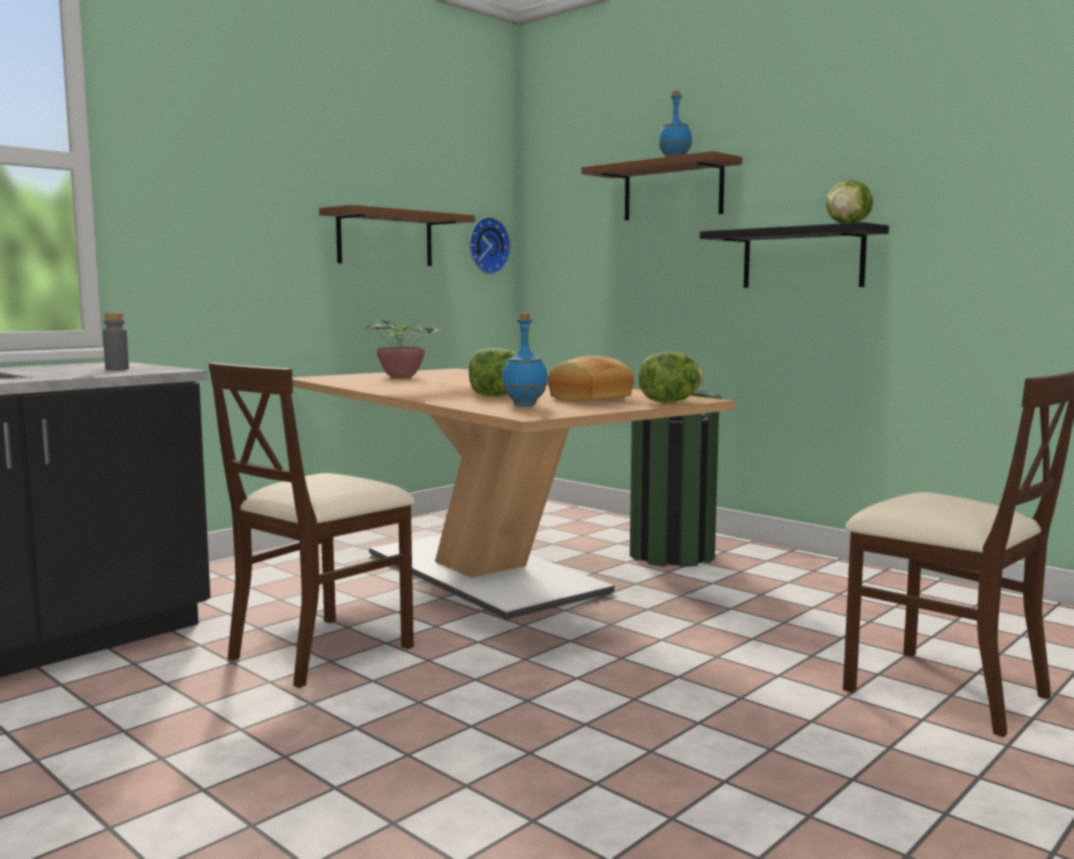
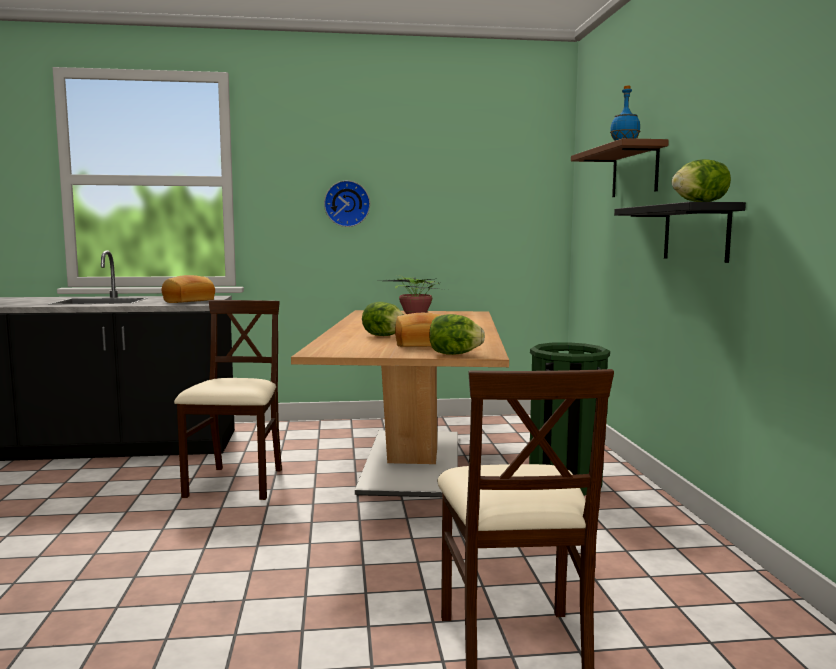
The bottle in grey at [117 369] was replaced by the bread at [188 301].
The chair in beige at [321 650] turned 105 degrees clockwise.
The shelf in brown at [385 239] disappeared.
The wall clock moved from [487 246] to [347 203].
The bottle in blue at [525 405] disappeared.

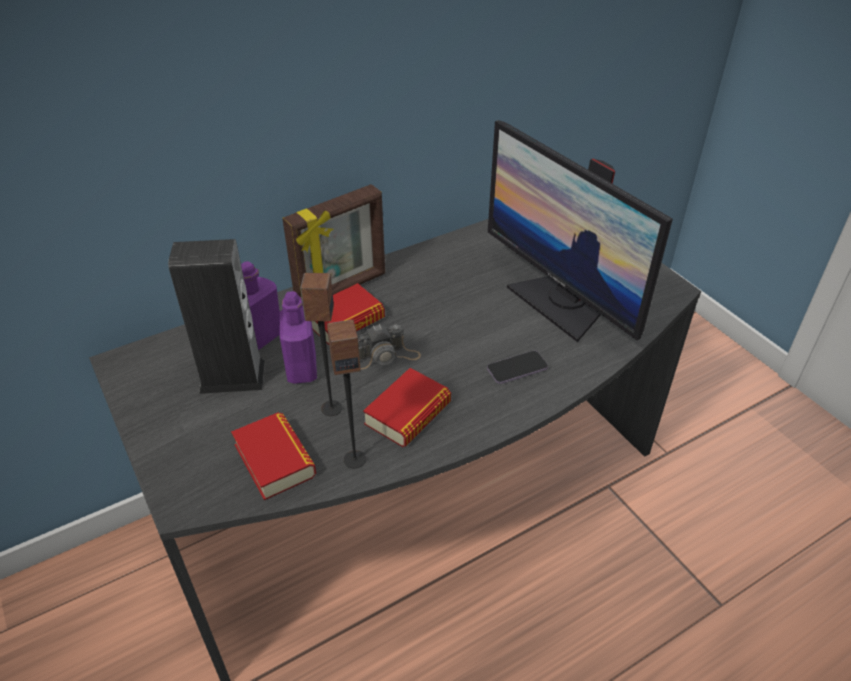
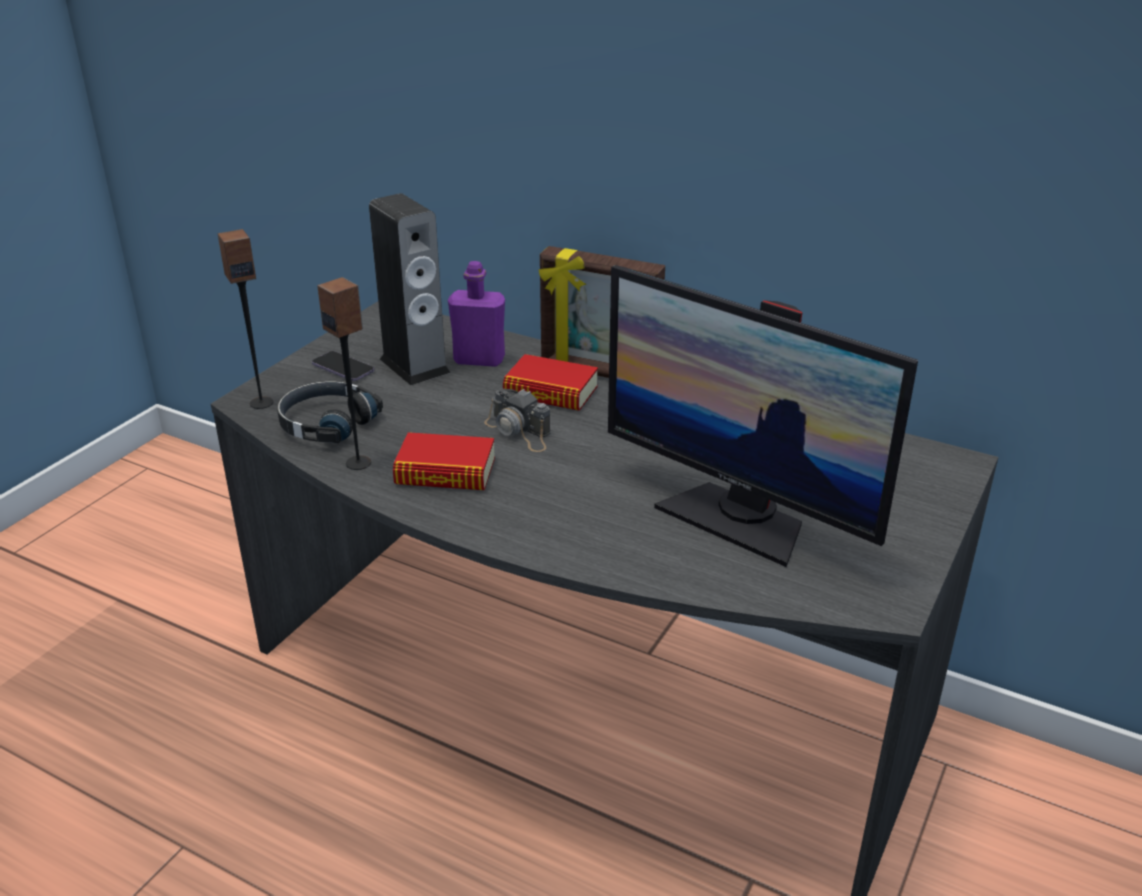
The book at [274 460] was replaced by the headphones in black at [326 423].
The bottle in purple at [302 369] disappeared.
The speaker moved from [331 408] to [261 402].
The phone moved from [517 369] to [343 368].
The monitor at [560 303] turned 75 degrees counterclockwise.

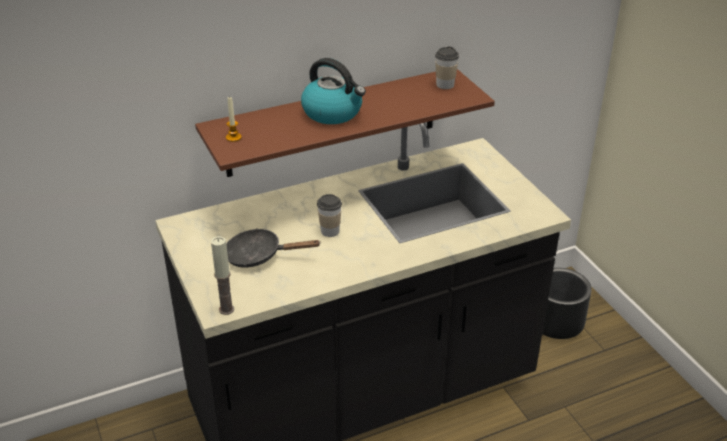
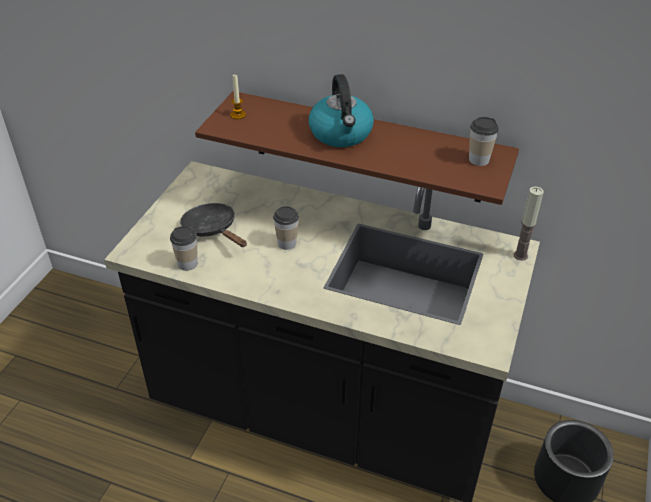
The candle moved from [226 309] to [520 255].
The cup at [187 264] appeared.

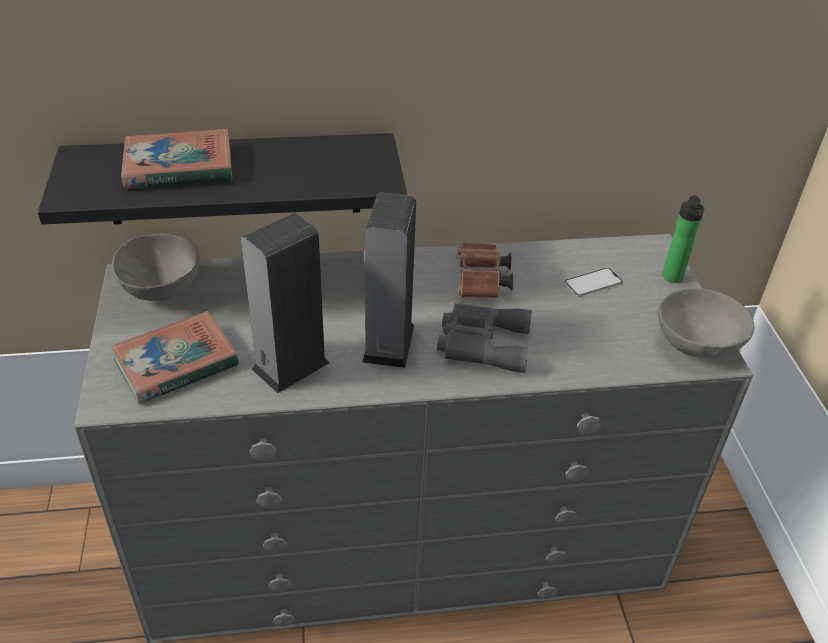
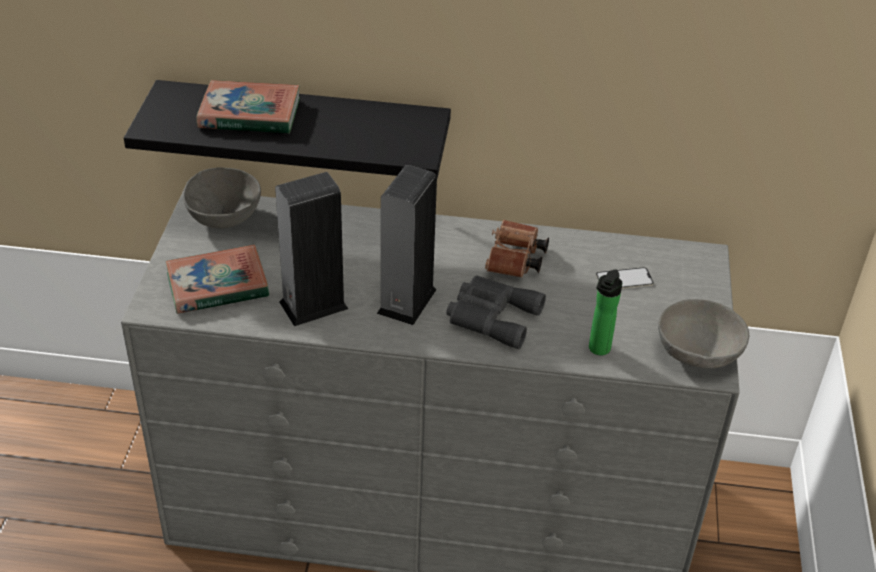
The bottle moved from [672 278] to [598 350].

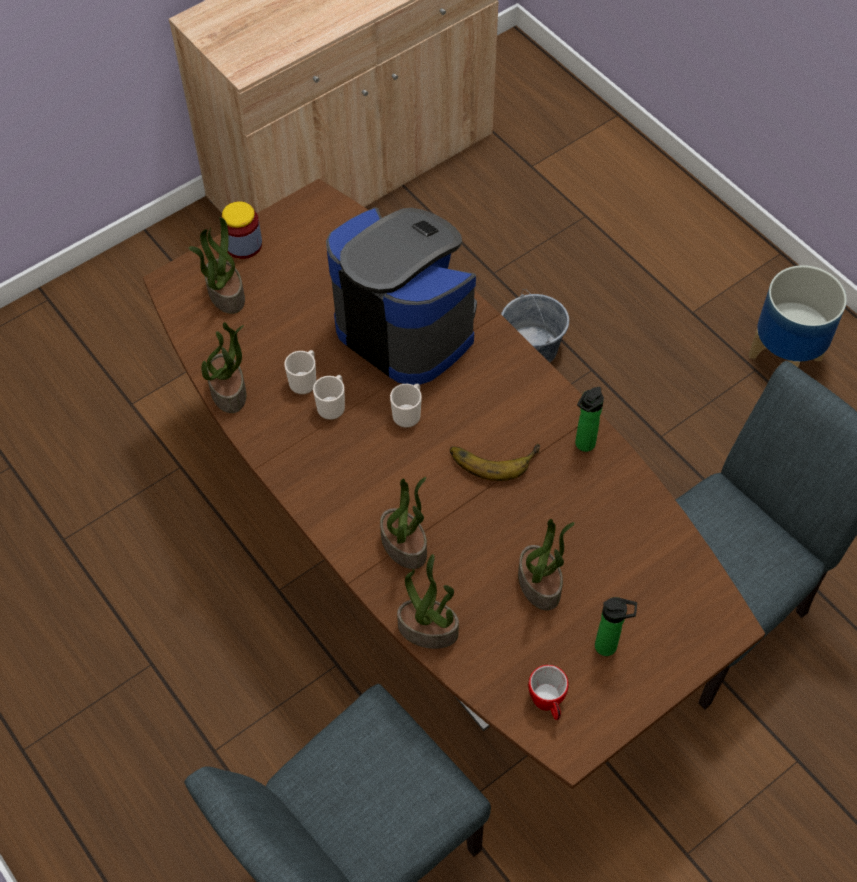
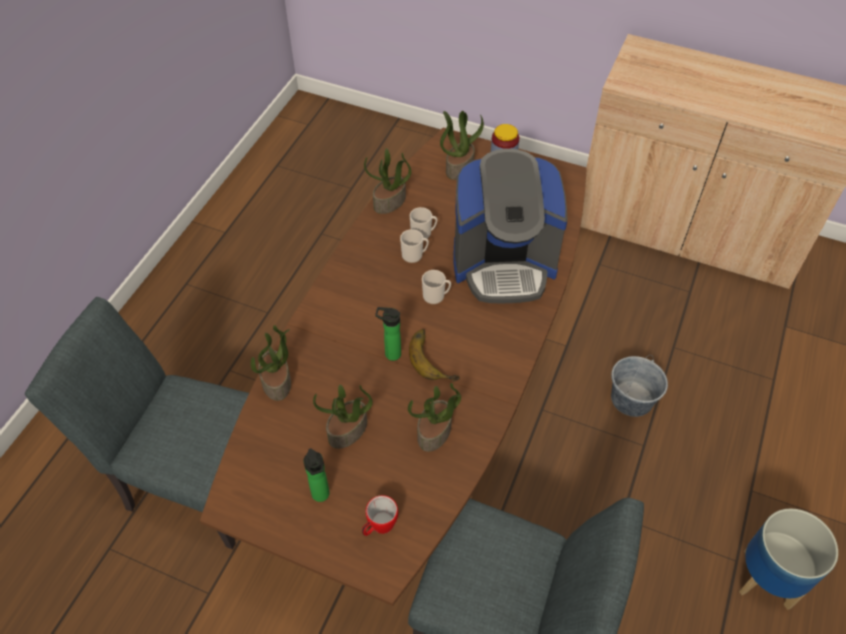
The coffee machine at [406 327] turned 75 degrees clockwise.
The potted plant moved from [405 545] to [435 432].
The mug moved from [548 703] to [379 526].
The bottle moved from [583 445] to [390 354].

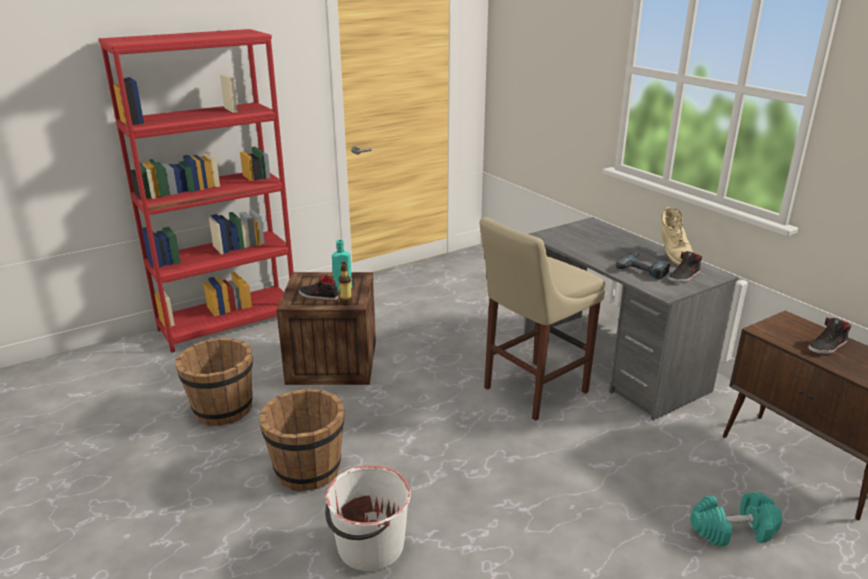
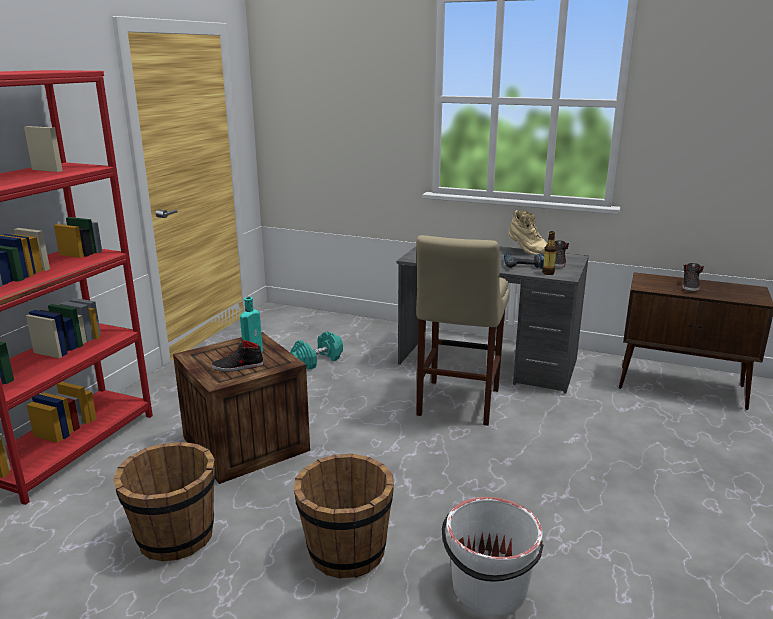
The bottle moved from [346 302] to [548 273].
The dumbbell in turquoise moved from [732 531] to [317 361].

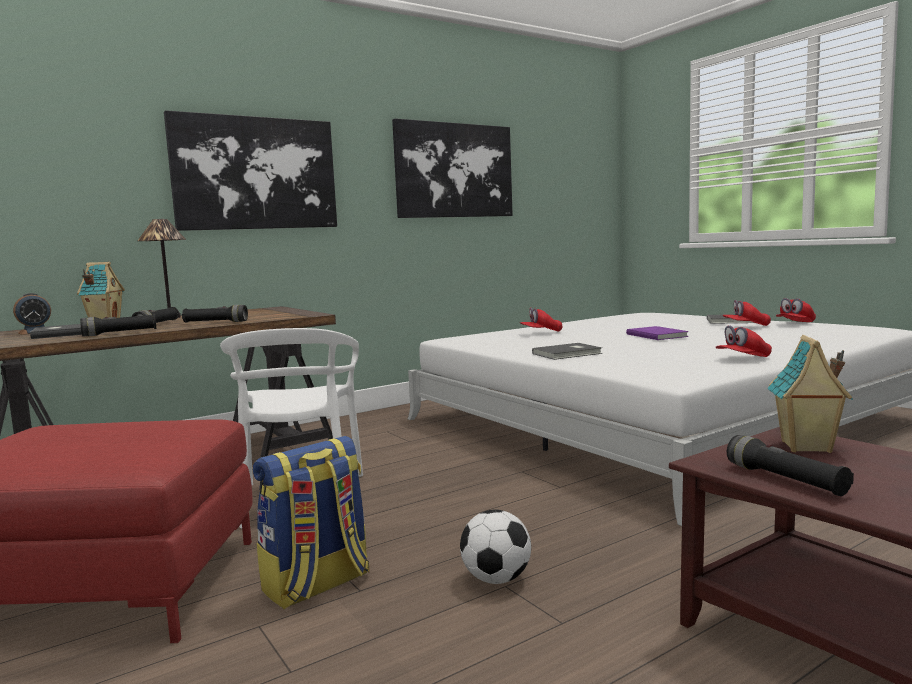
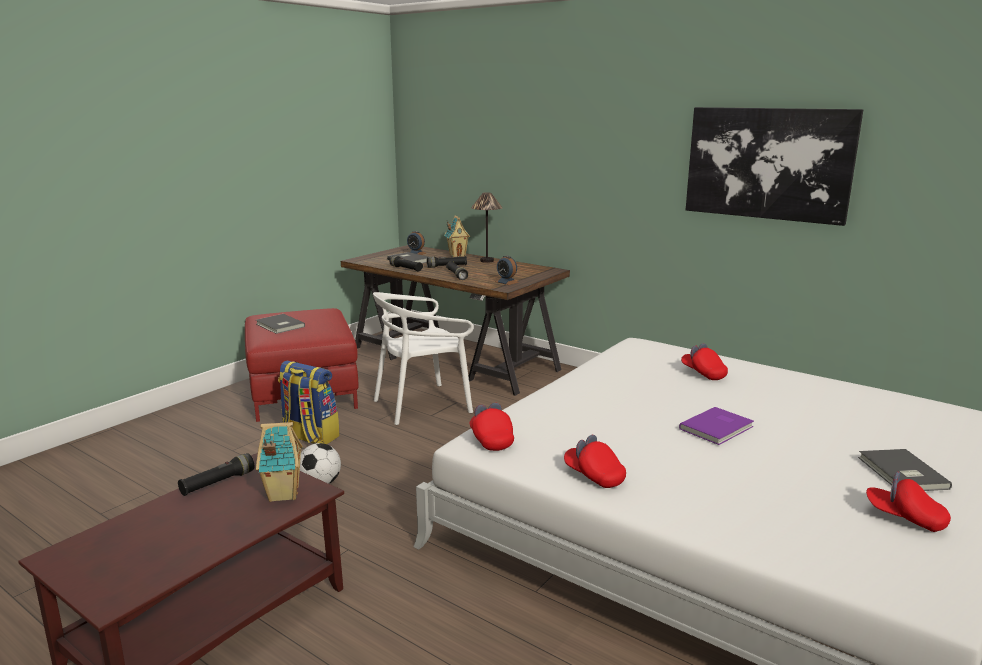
The picture at [255 173] disappeared.
The book in grey moved from [568 353] to [279 326].
The cap in red moved from [746 326] to [491 439].
The alarm clock at [506 282] appeared.

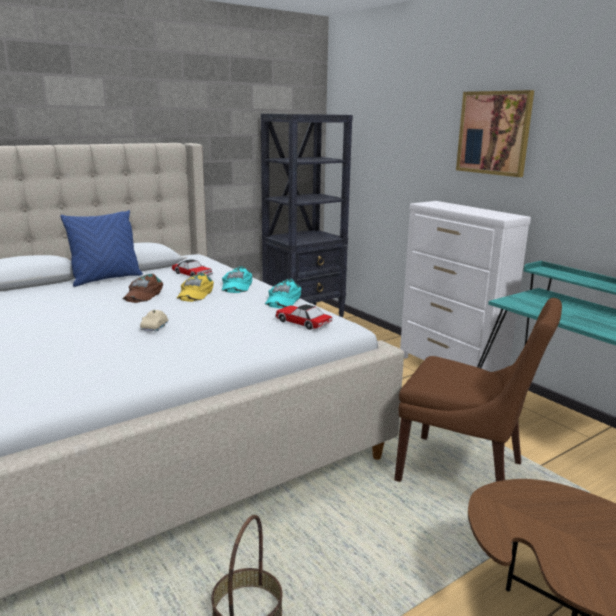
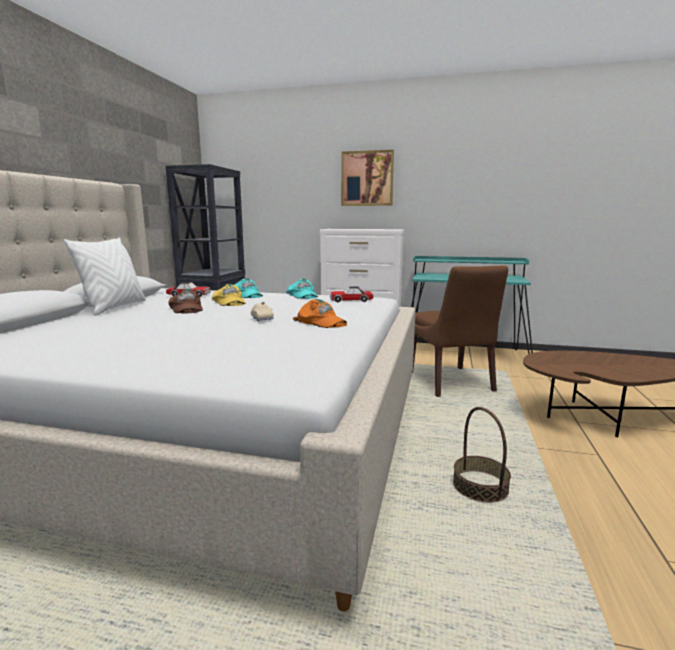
The pillow in blue at [106 279] became the pillow in white at [114 308].
The chair in brown at [465 473] turned 90 degrees clockwise.
The cap in orange at [321 322] appeared.

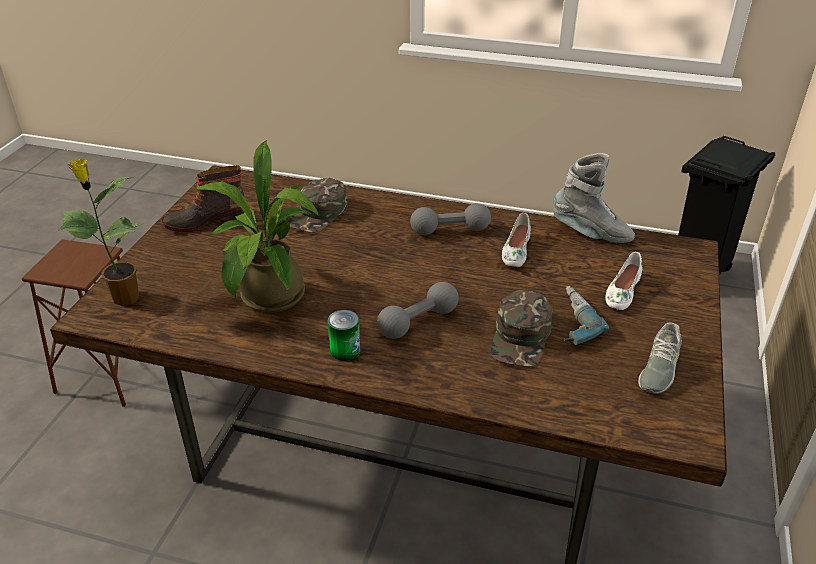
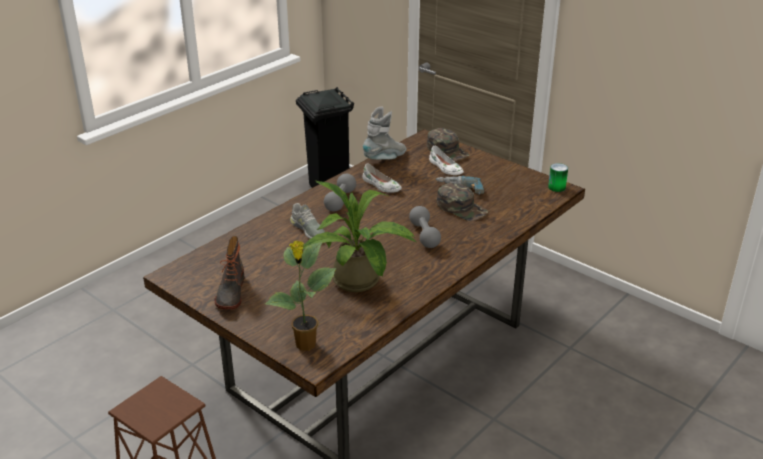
The cap in green moved from [318 214] to [447 151].
The can moved from [345 350] to [556 187].
The shoe in grey moved from [658 368] to [307 229].

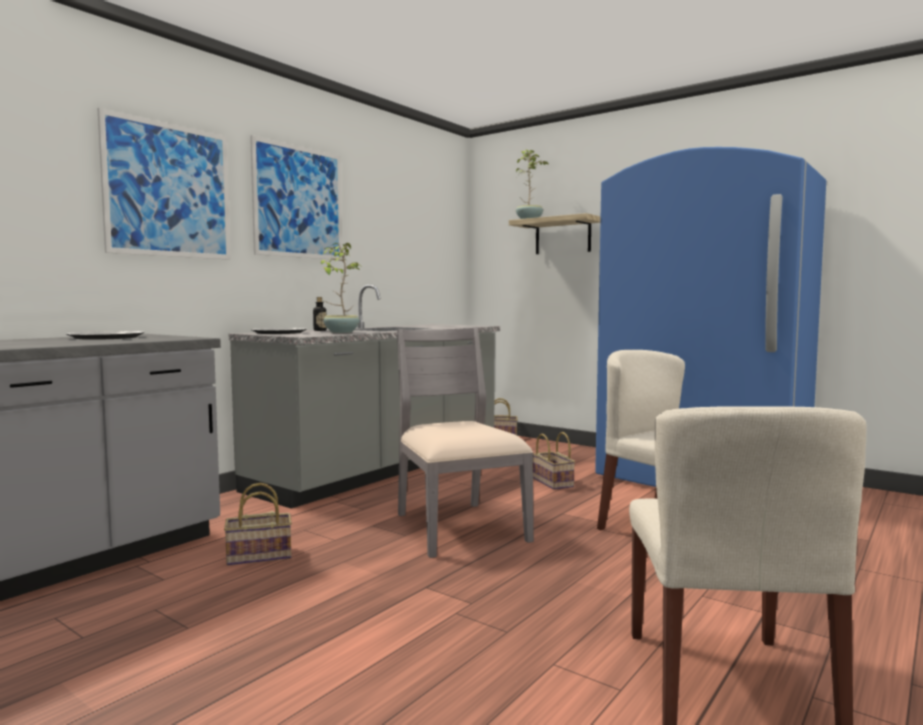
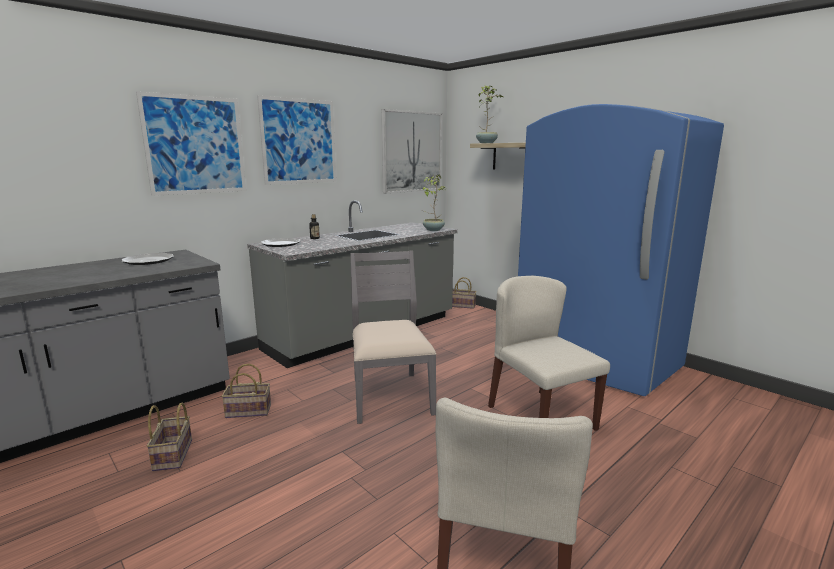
The potted plant moved from [340 332] to [433 230].
The basket moved from [554 483] to [173 455].
The picture at [412 152] appeared.

